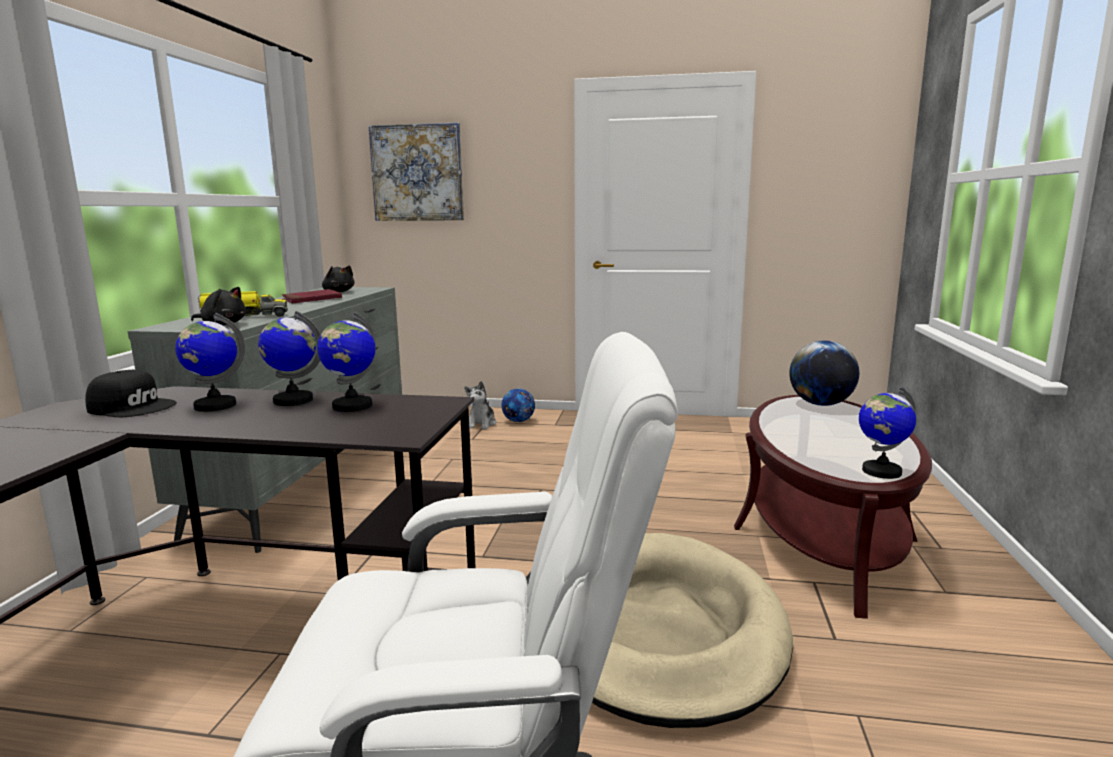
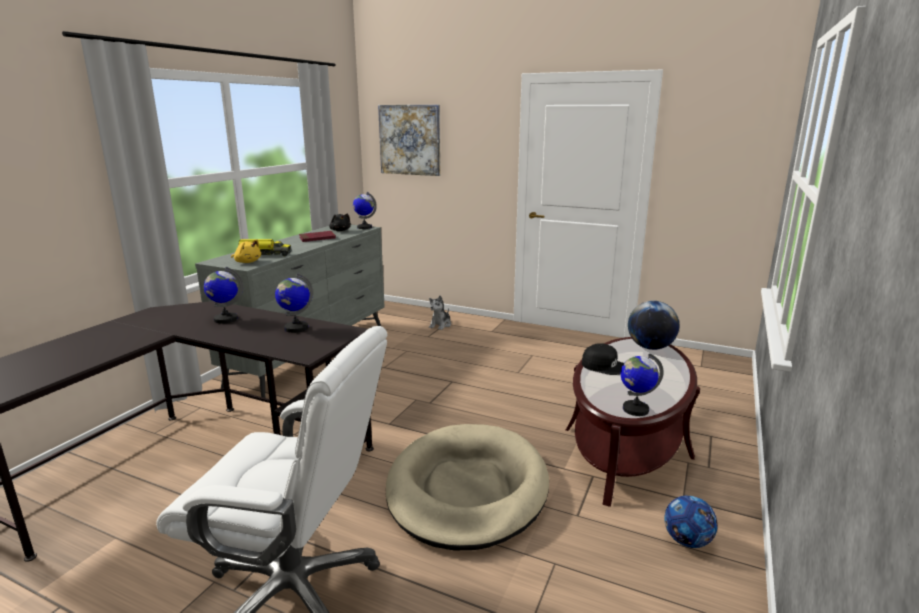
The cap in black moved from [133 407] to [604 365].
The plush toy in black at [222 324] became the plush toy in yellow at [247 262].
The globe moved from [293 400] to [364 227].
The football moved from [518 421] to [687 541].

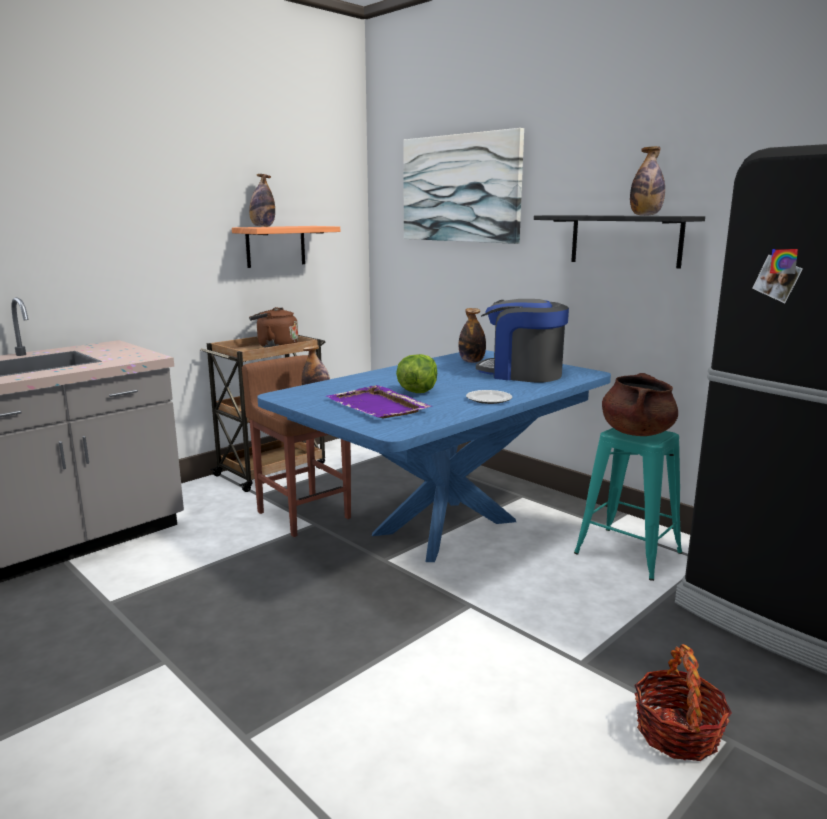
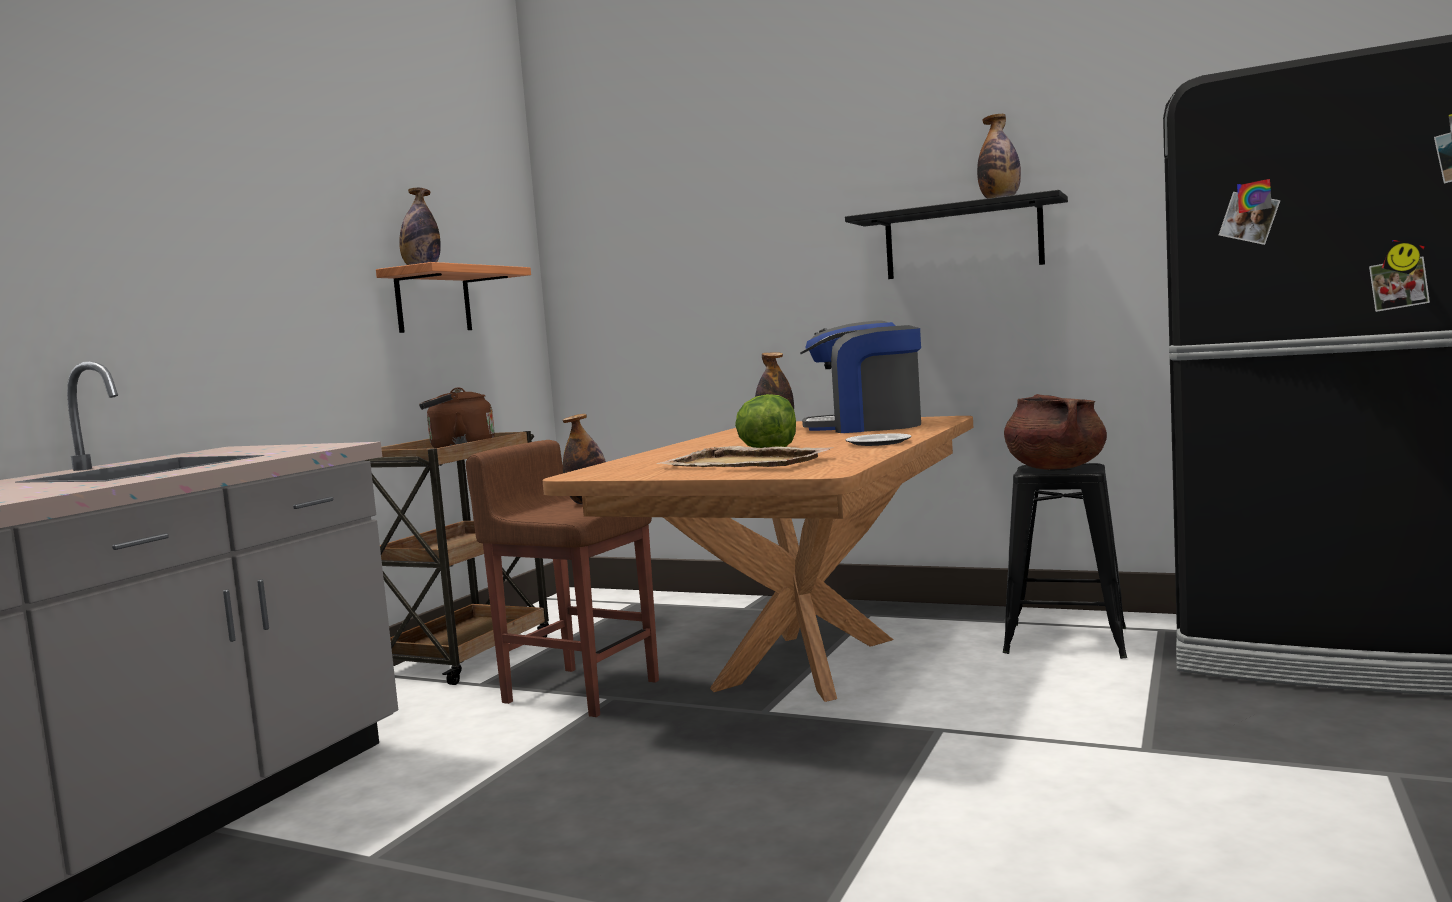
The dining table in blue at [444 526] became the dining table in brown at [804 663].
The tray in purple at [377 406] became the tray in beige at [746 463].
The picture at [460 188] disappeared.
The stool in turquoise at [627 553] became the stool in black at [1064 640].
The basket at [677 733] disappeared.

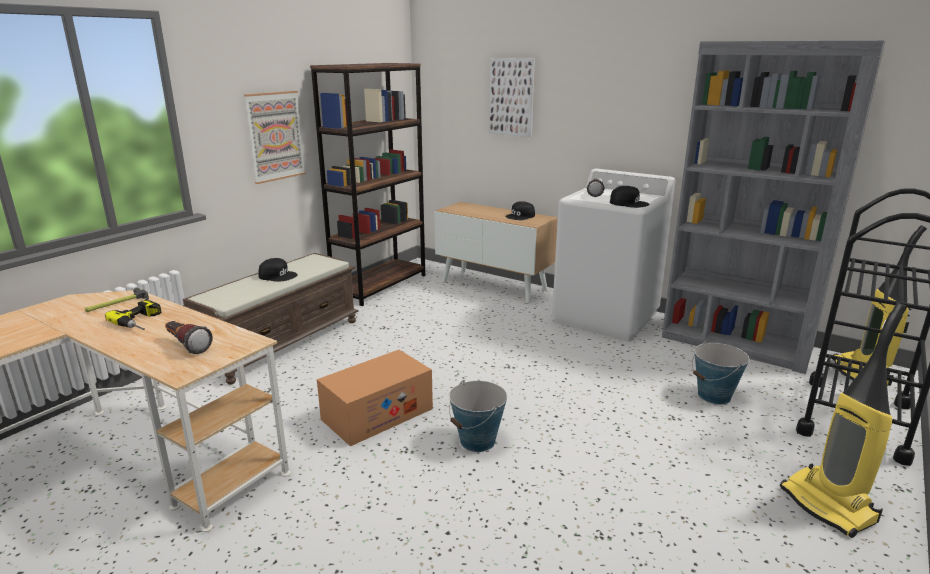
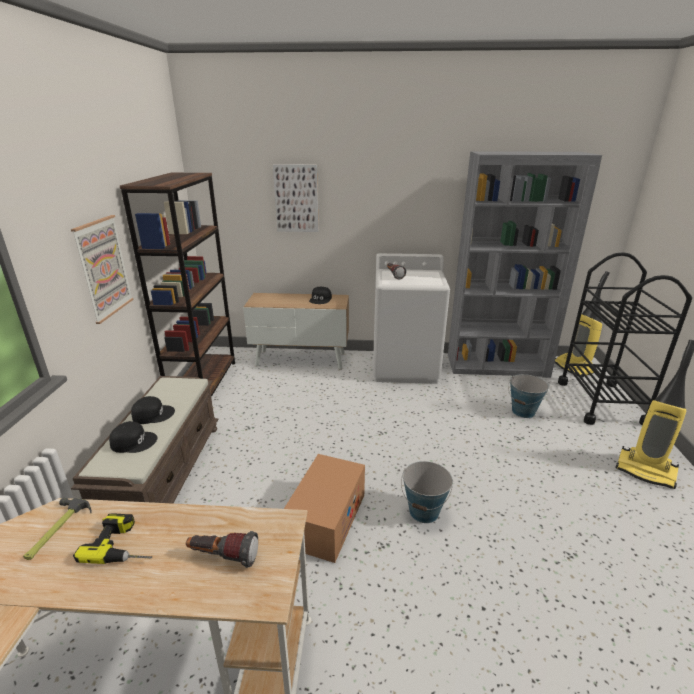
The cap in black moved from [628 203] to [134 441].

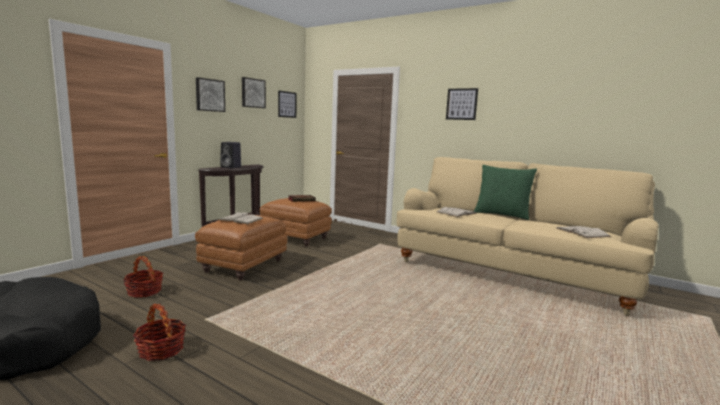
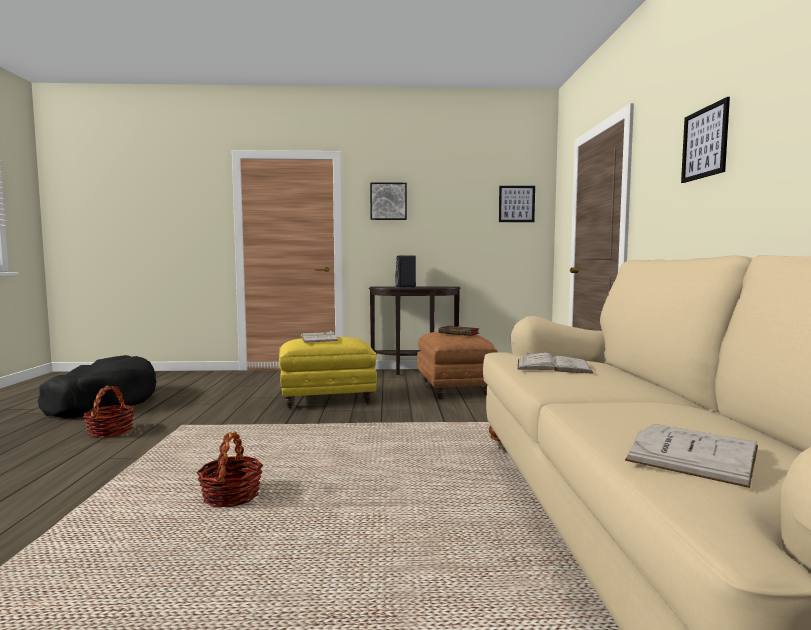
The basket moved from [144 291] to [231 496].
The ottoman in brown at [244 266] became the ottoman in yellow at [326 399].
The picture at [252 93] disappeared.
The pillow in green at [502 214] disappeared.

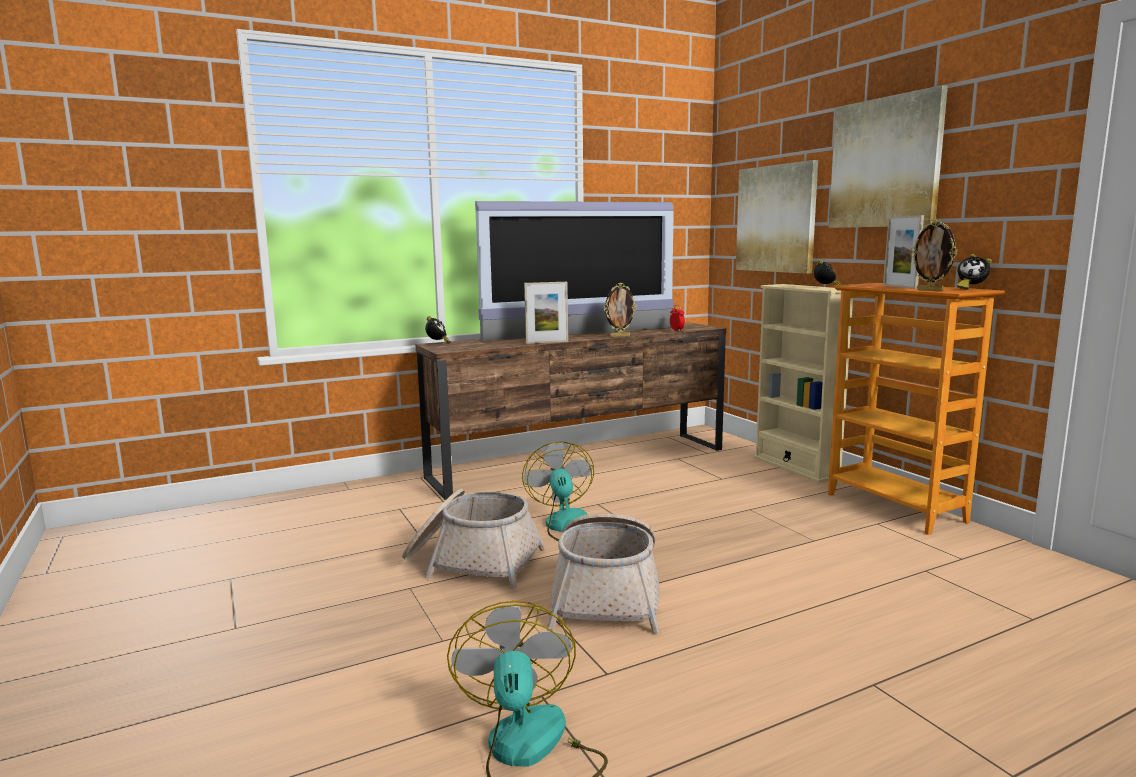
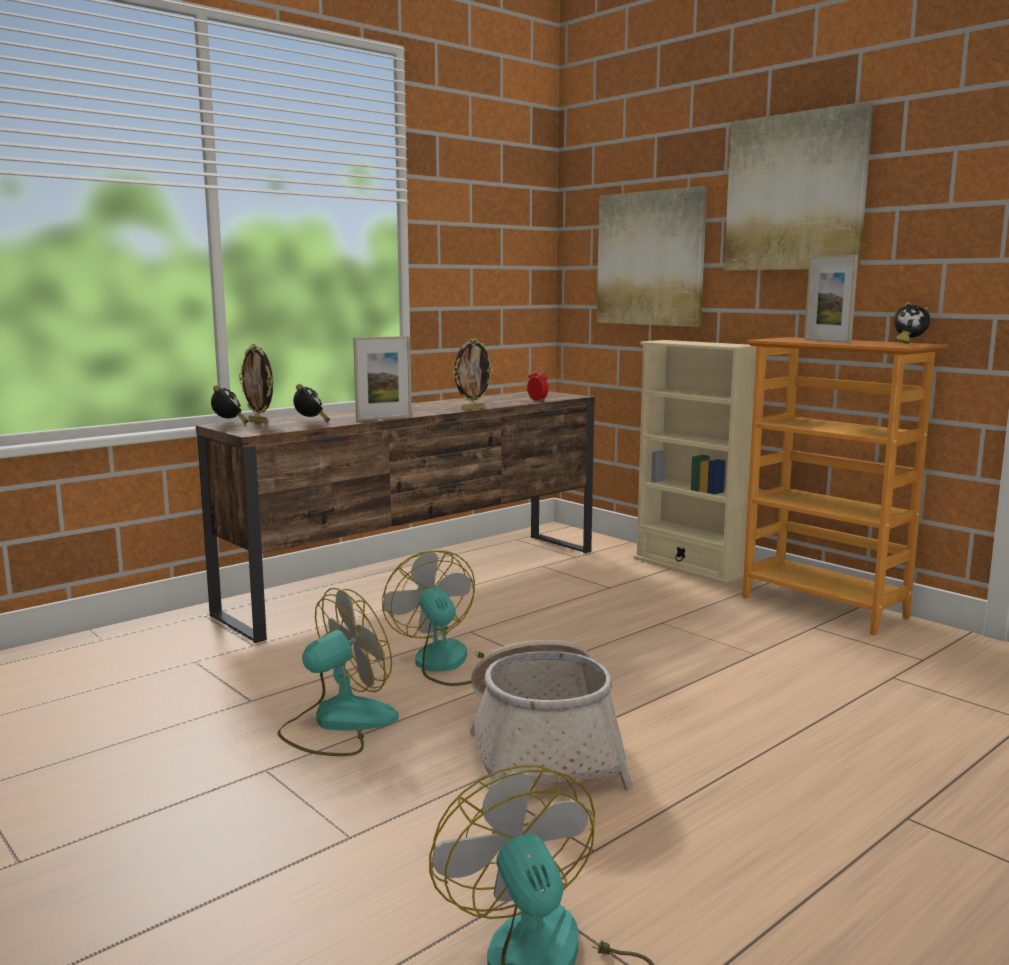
The basket at [472 561] was replaced by the fan at [338 723].
The television at [581 333] disappeared.
The alarm clock moved from [825 288] to [310 422].
The picture frame moved from [930 290] to [259 422].

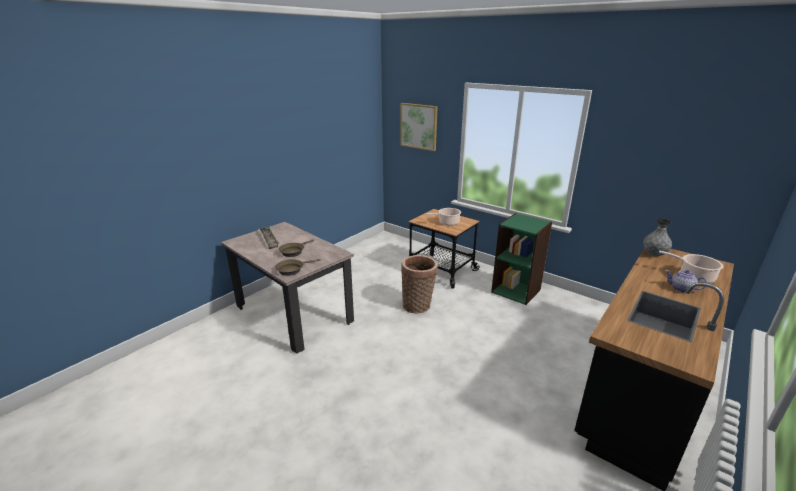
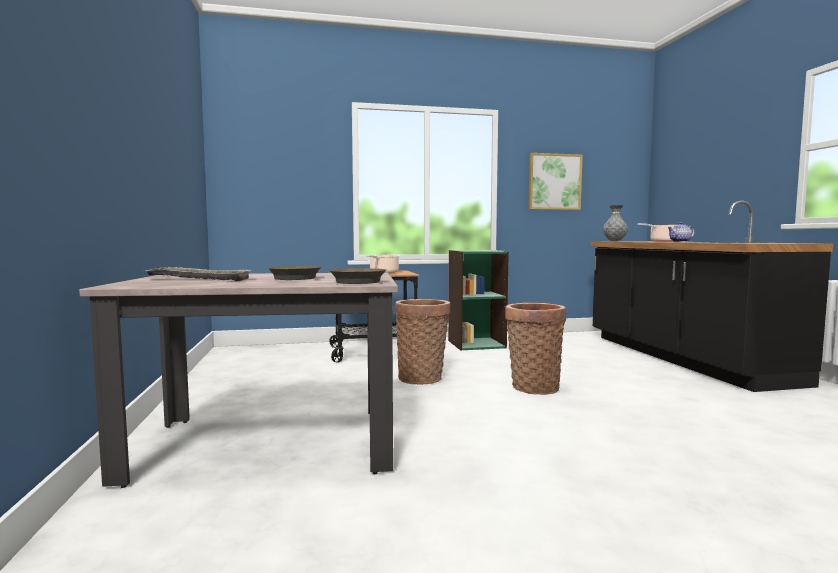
The picture moved from [419 126] to [554 182].
The basket at [533 386] appeared.

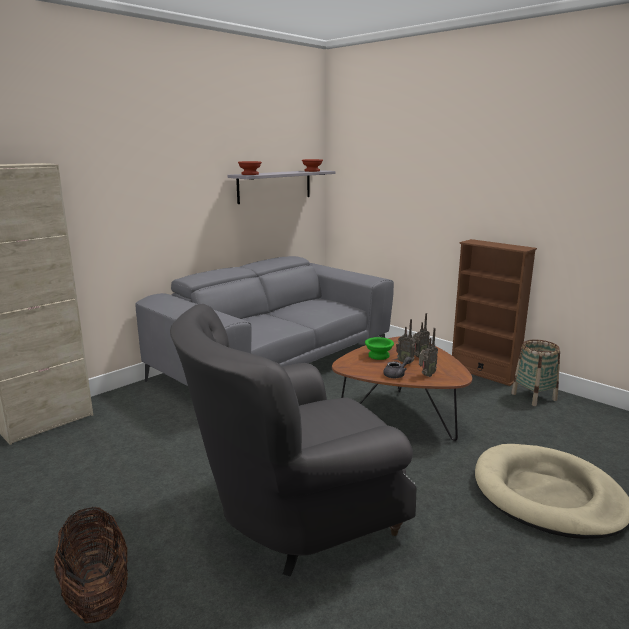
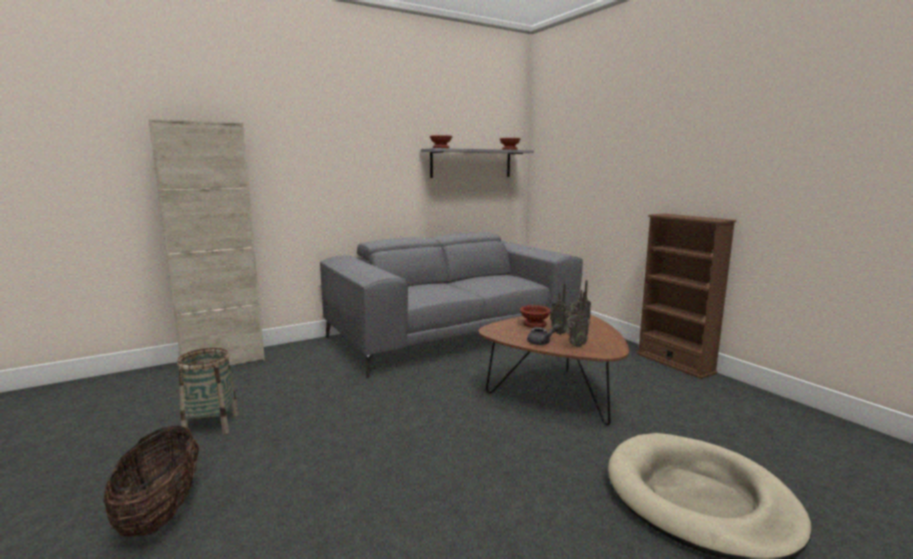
The armchair in grey at [294 517] disappeared.
The bowl in green at [378 356] became the bowl in brown at [533 324].
The basket moved from [533 397] to [211 425].

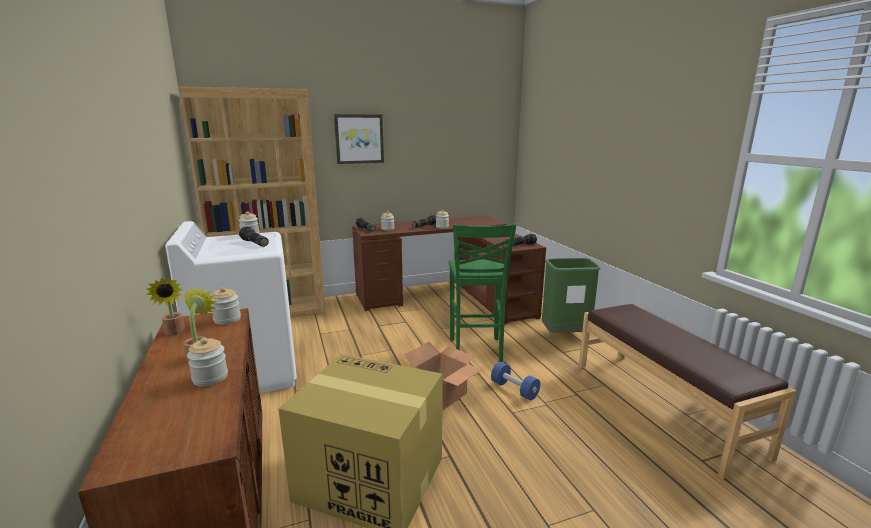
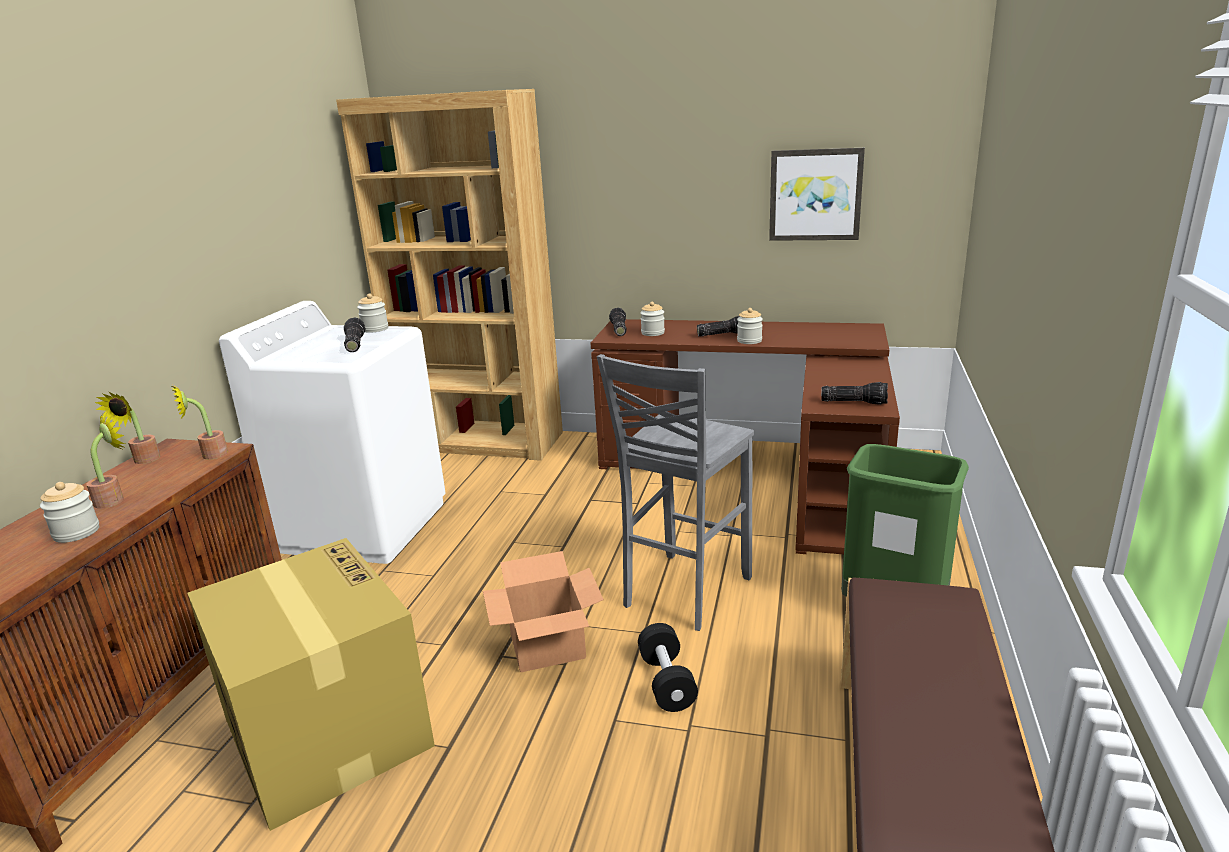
The jar at [227 319] was replaced by the potted plant at [209 455].
The picture moved from [359 139] to [815 195].
The stool in green at [476 352] became the stool in grey at [683 592].
The dumbbell in blue at [514 389] became the dumbbell in black at [667 682].

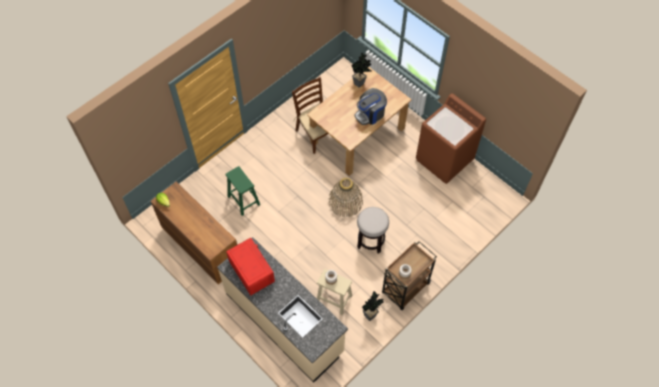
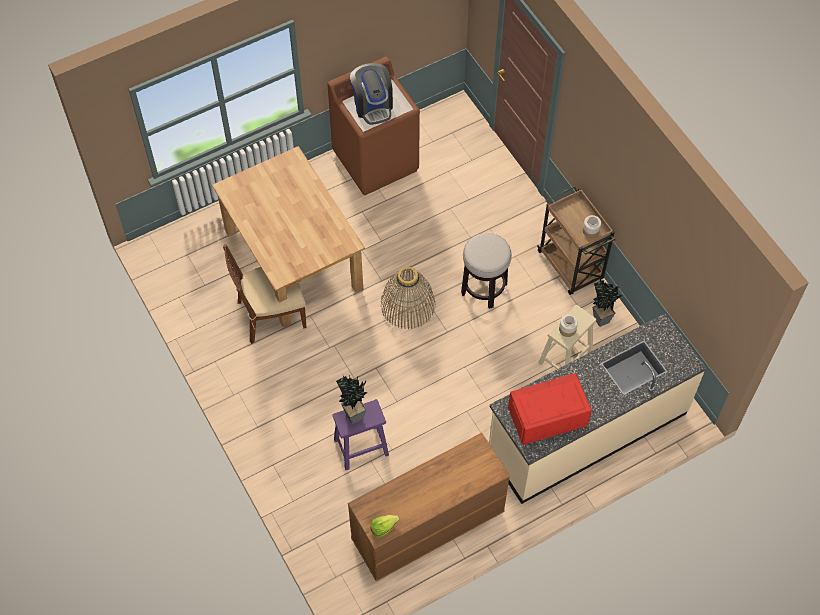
The stool in green at [243 200] became the stool in purple at [360 447].
The potted plant moved from [360 83] to [354 413].
The coffee machine moved from [370 114] to [372 105].

